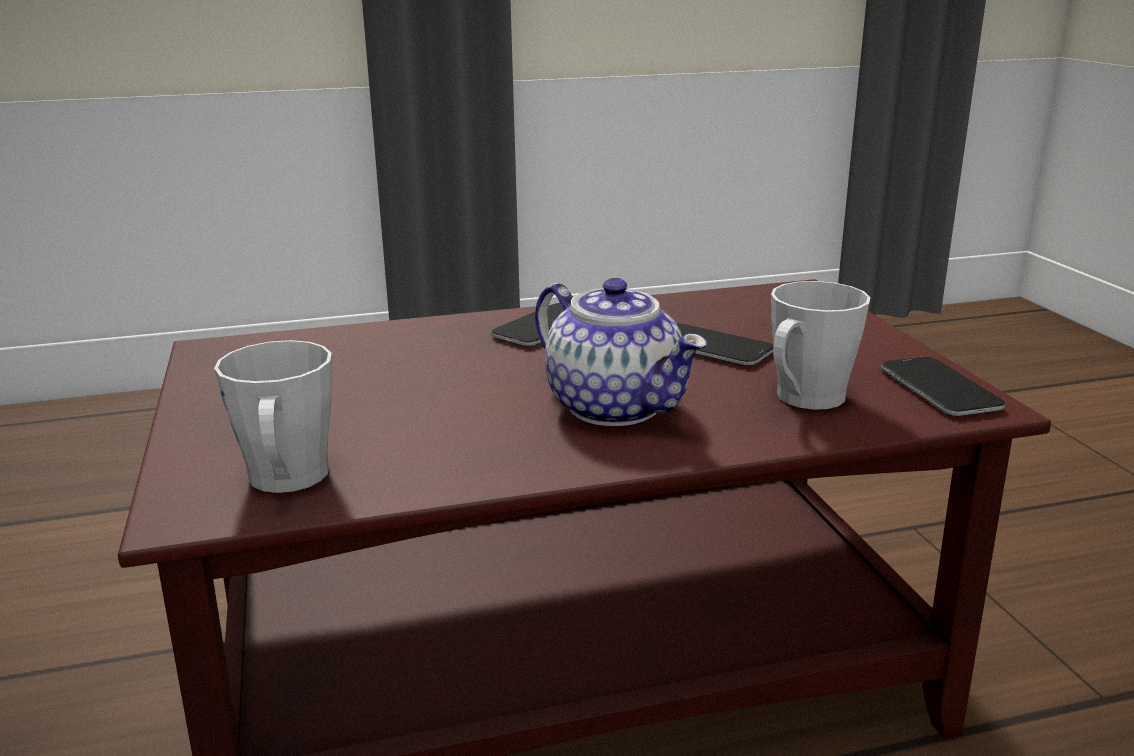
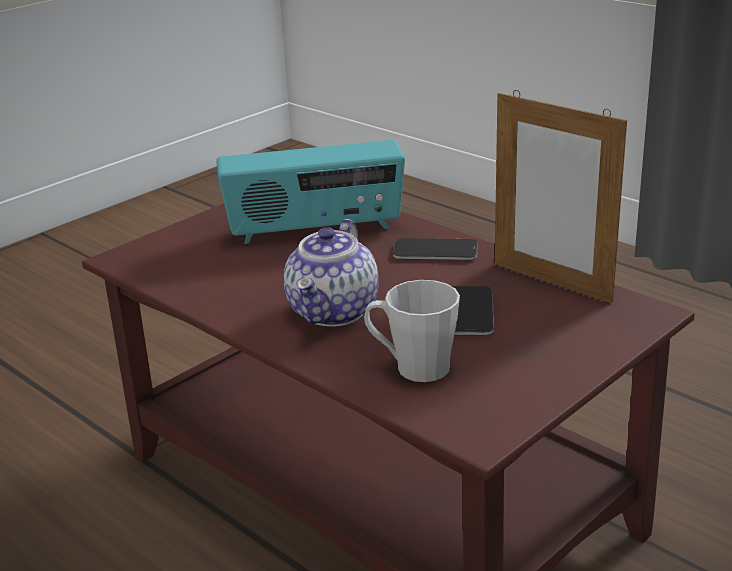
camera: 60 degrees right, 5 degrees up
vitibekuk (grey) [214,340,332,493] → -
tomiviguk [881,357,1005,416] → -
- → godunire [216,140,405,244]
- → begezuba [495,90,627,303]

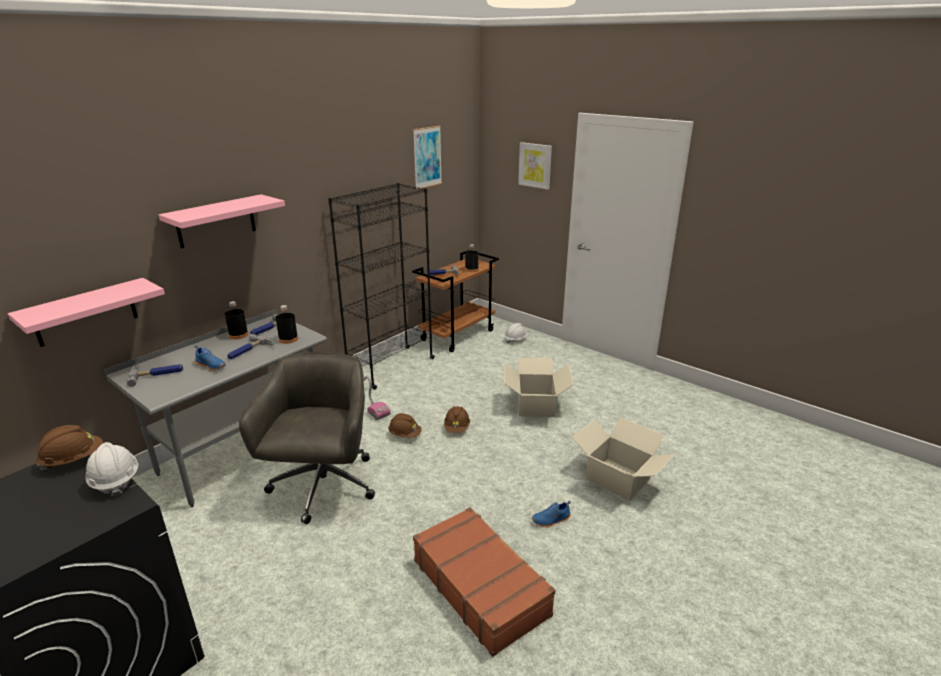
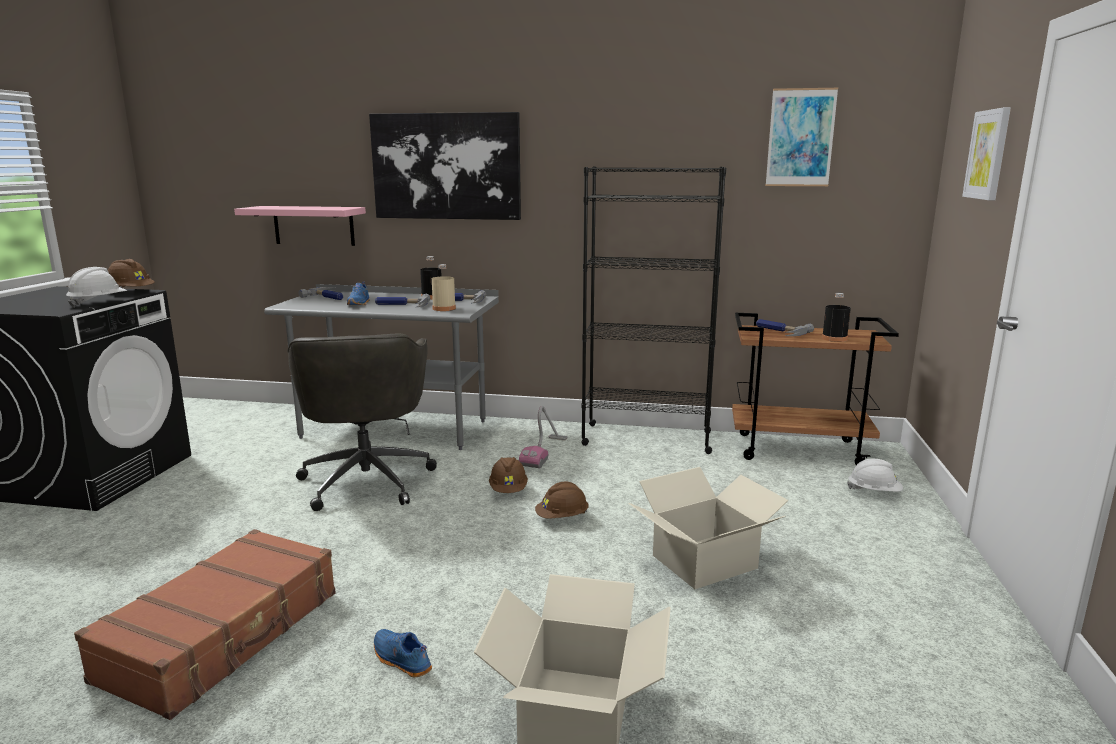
camera: 60 degrees right, 10 degrees down
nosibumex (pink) [159,194,285,249] → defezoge [369,112,521,220]
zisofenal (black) [275,305,298,344] → zisofenal (beige) [432,264,456,311]
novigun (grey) [239,352,375,524] → novigun (grey) [288,333,437,511], 105 degrees clockwise

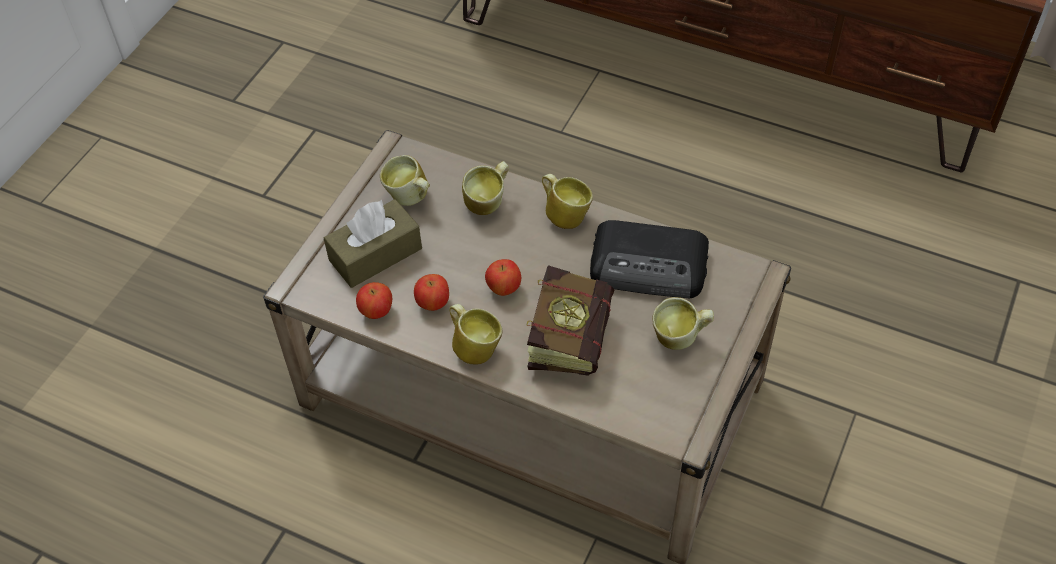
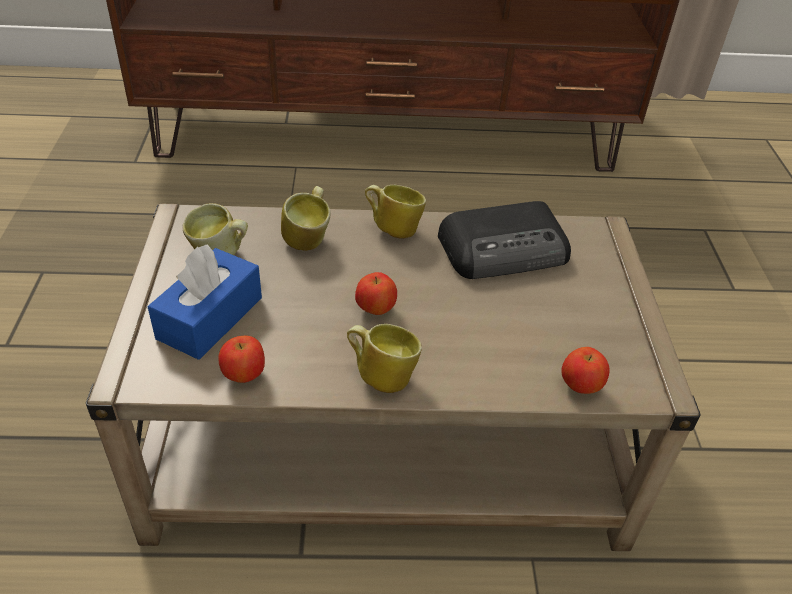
camera: 30 degrees left, 10 degrees down
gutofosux [526,265,615,376] → -
vitibekuk [653,297,714,350] → -
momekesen [414,274,449,311] → momekesen [561,347,610,394], moved
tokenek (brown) [324,199,422,288] → tokenek (blue) [148,245,262,360]

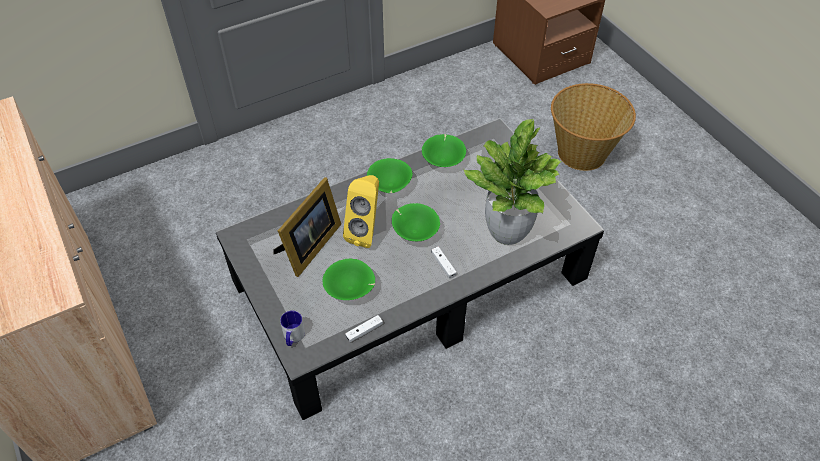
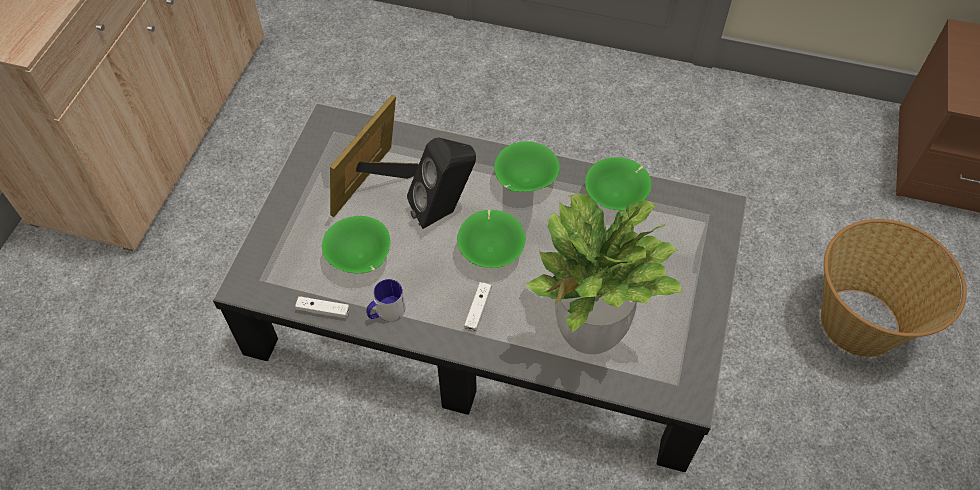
camera: 45 degrees right, 5 degrees up
vitibekuk [280,311,305,346] → vitibekuk [366,279,405,321], moved
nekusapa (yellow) [343,175,379,248] → nekusapa (black) [407,138,476,229]
begezuba [273,177,341,277] → begezuba [330,95,418,217], 135 degrees clockwise

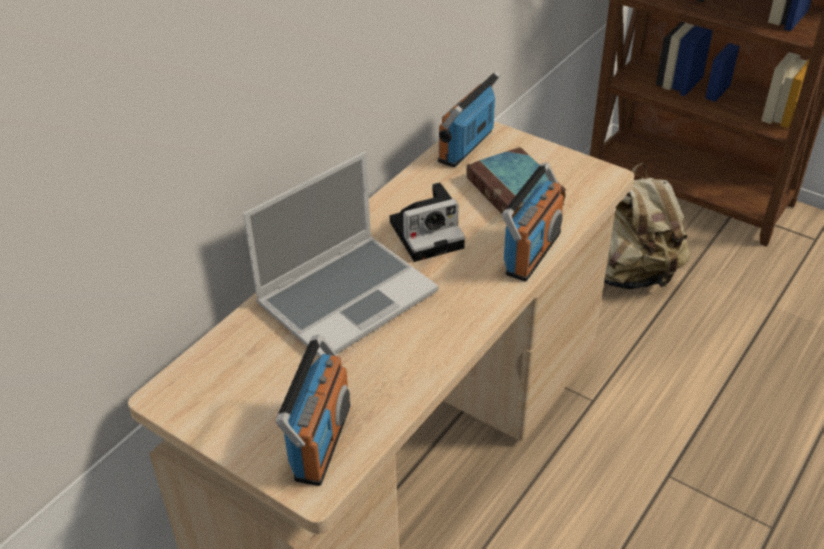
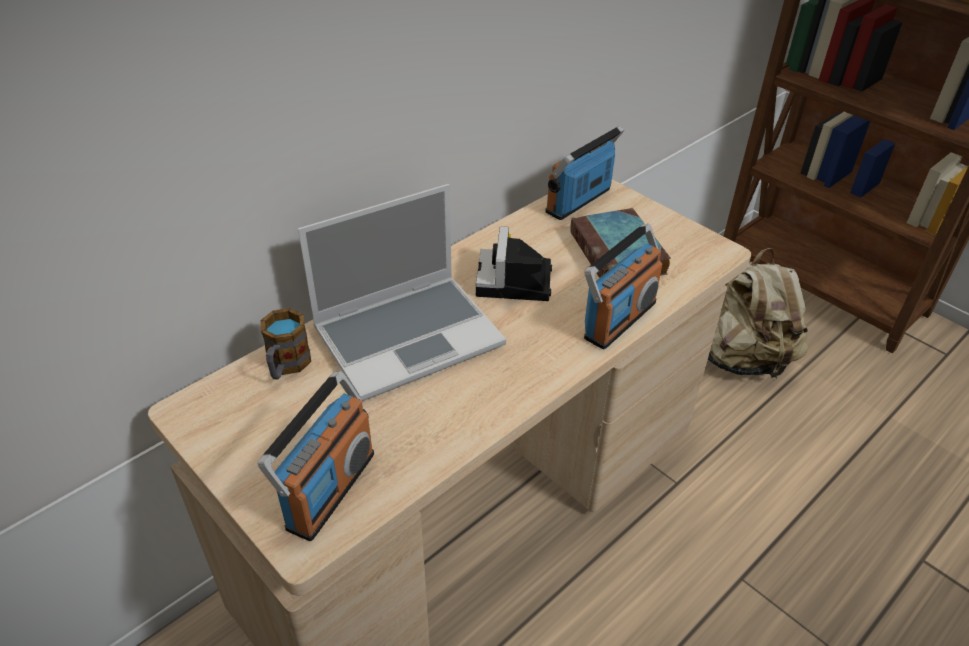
camera: 10 degrees right, 0 degrees up
- → vitibekuk [260,308,311,380]
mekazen [390,182,465,262] → mekazen [476,227,552,301], 105 degrees clockwise

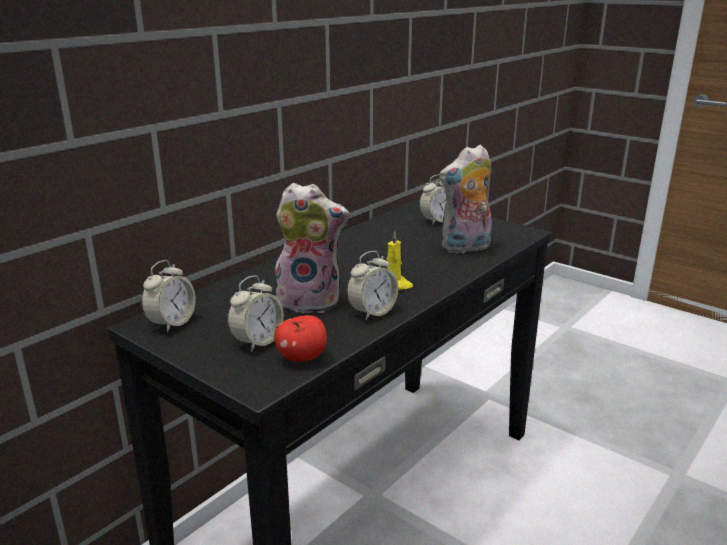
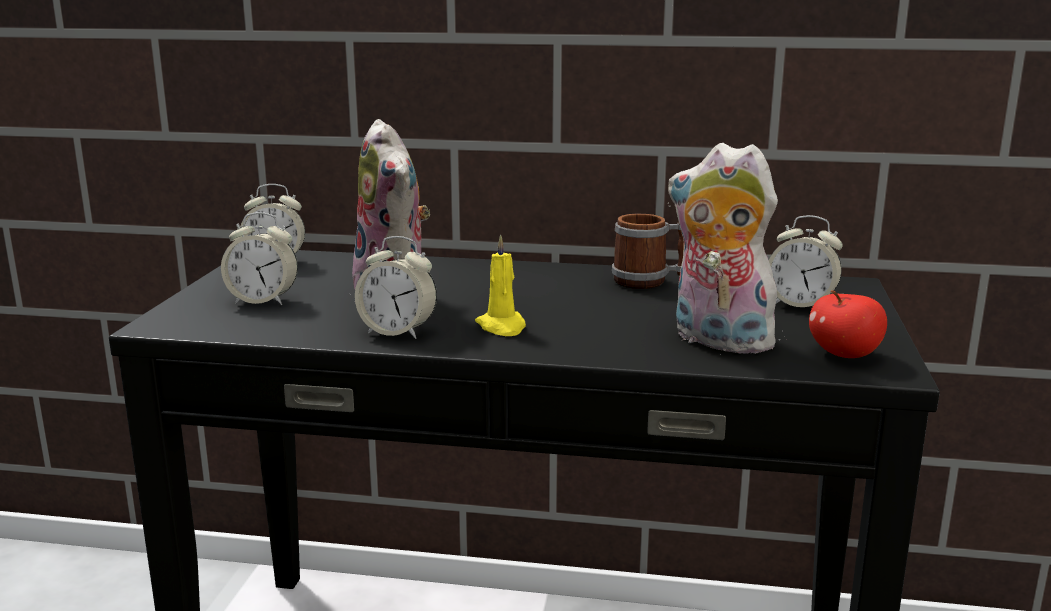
camera: 60 degrees right, 5 degrees down
- → vitibekuk [612,214,684,289]
momekesen [274,315,327,362] → momekesen [809,290,887,358], moved

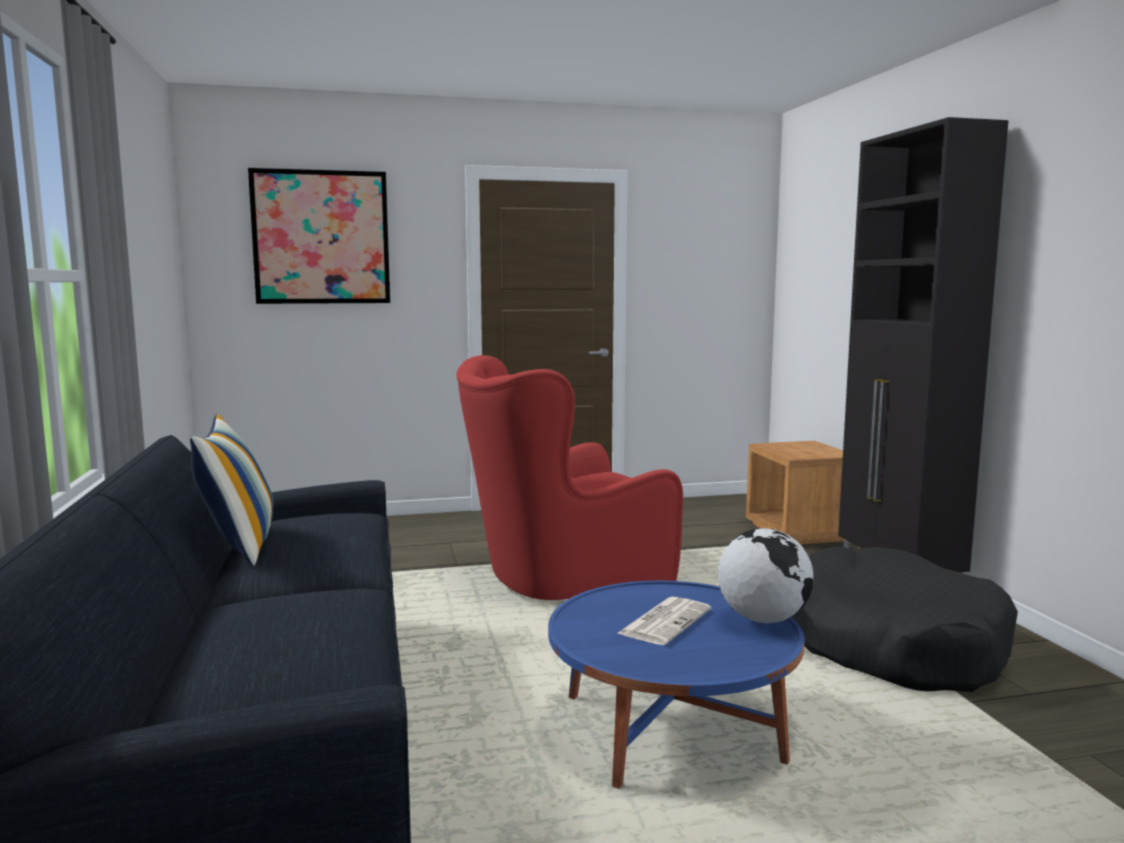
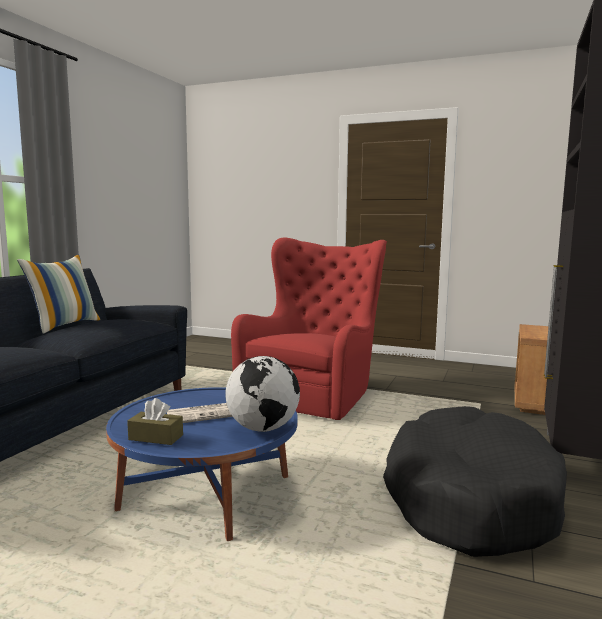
camera: 35 degrees right, 0 degrees up
defezoge [248,168,390,304] → -
- → tokenek (brown) [127,398,183,445]
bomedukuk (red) [457,355,683,600] → bomedukuk (red) [231,238,387,420], 105 degrees clockwise

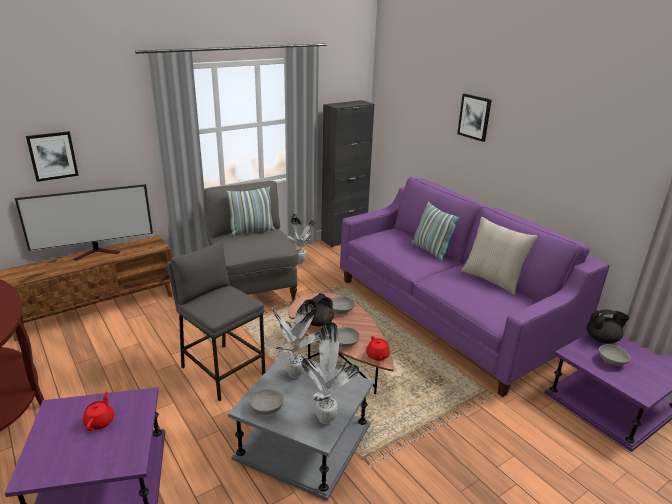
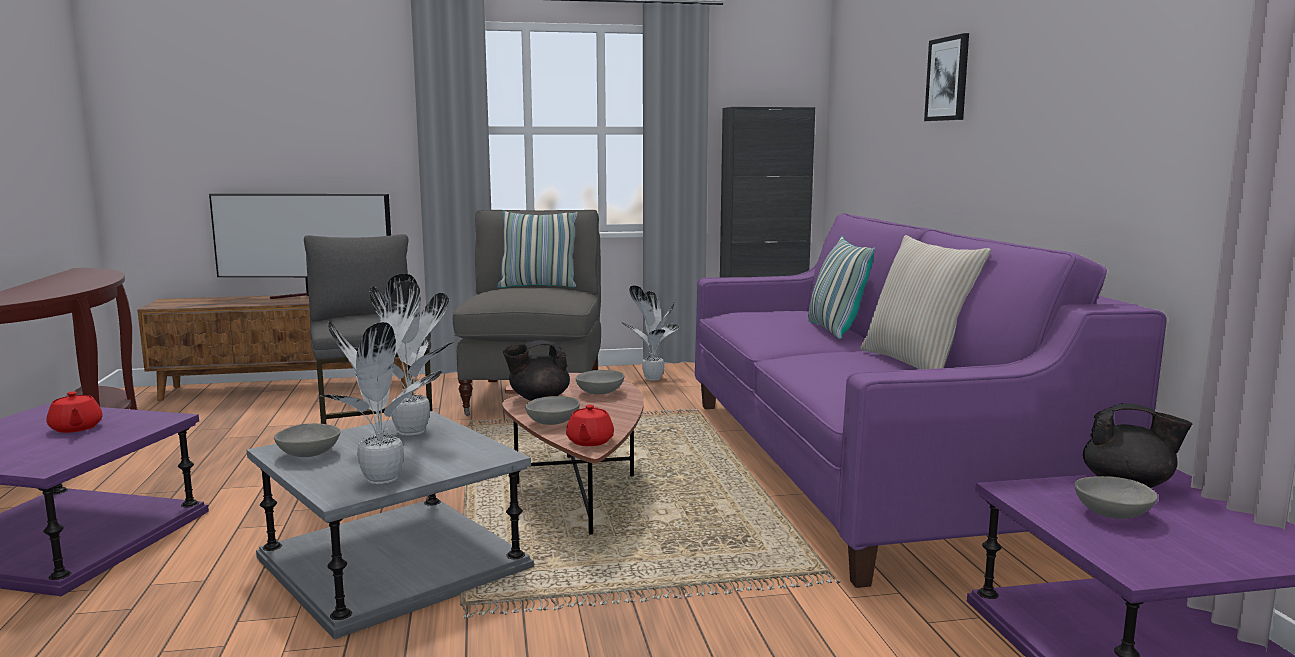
camera: 25 degrees right, 15 degrees down
defezoge [26,131,79,182] → -
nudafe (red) [83,391,114,431] → nudafe (red) [46,391,103,433], 120 degrees clockwise

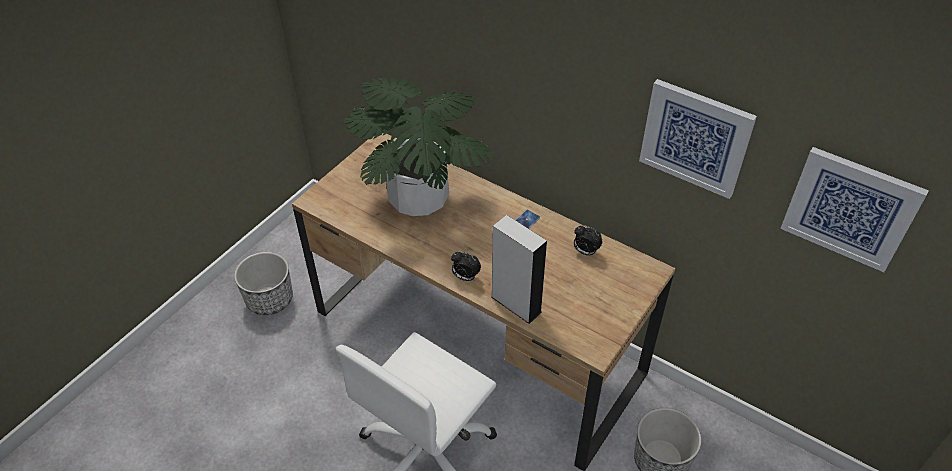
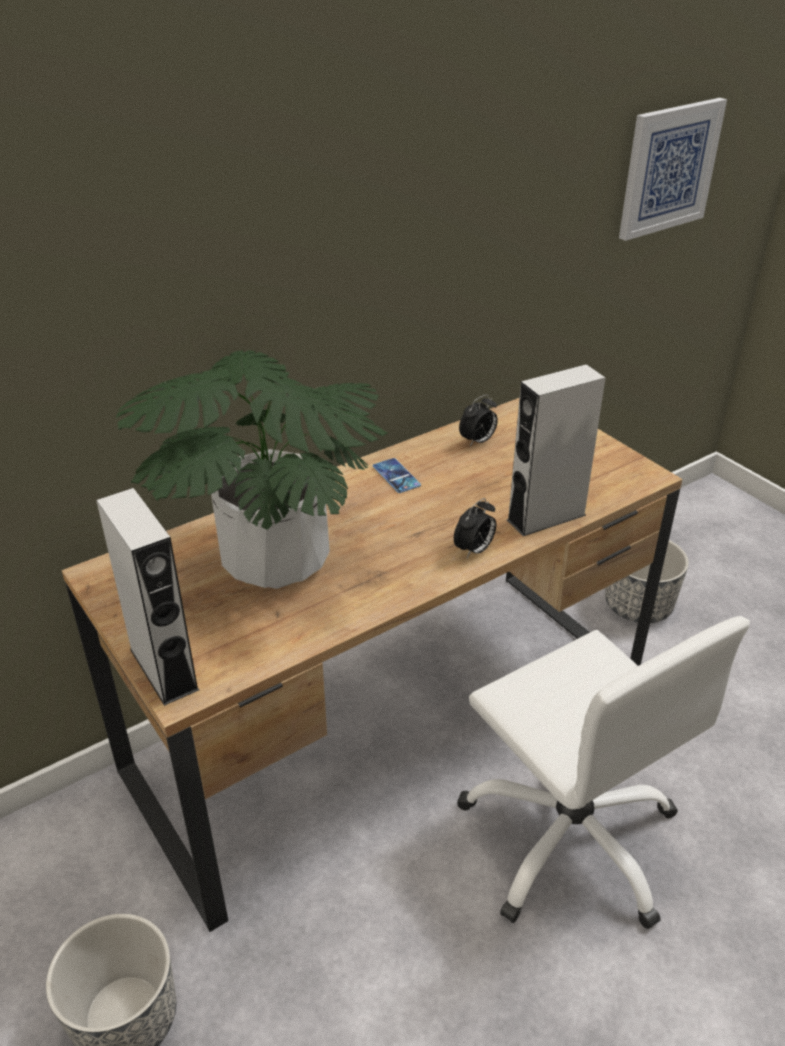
camera: 70 degrees left, 10 degrees down
defezoge [639,79,757,199] → -
- → nekusapa (grey) [96,488,199,706]

